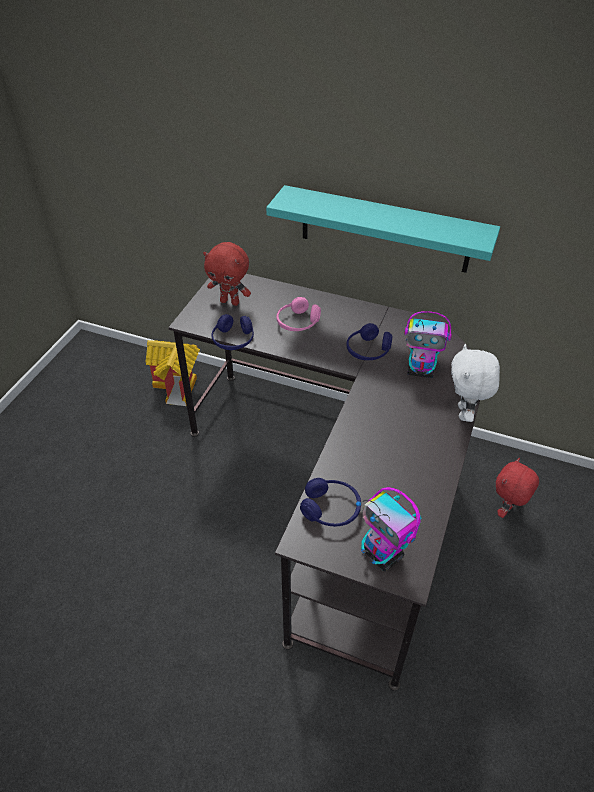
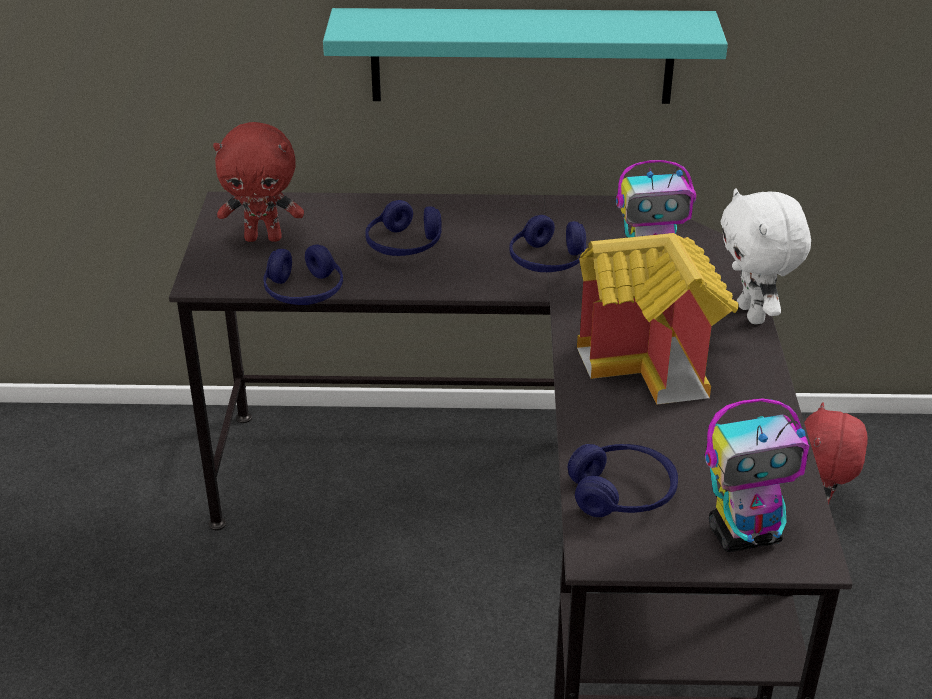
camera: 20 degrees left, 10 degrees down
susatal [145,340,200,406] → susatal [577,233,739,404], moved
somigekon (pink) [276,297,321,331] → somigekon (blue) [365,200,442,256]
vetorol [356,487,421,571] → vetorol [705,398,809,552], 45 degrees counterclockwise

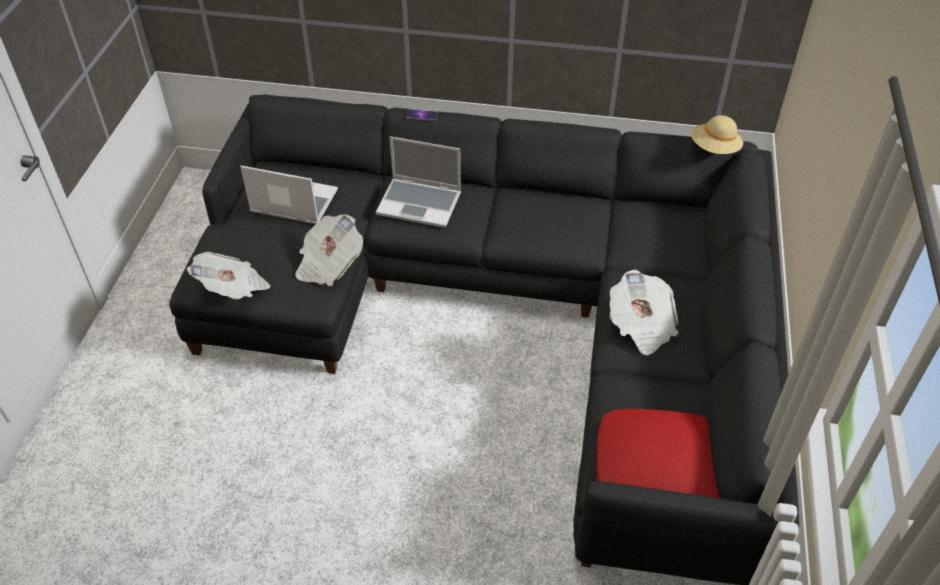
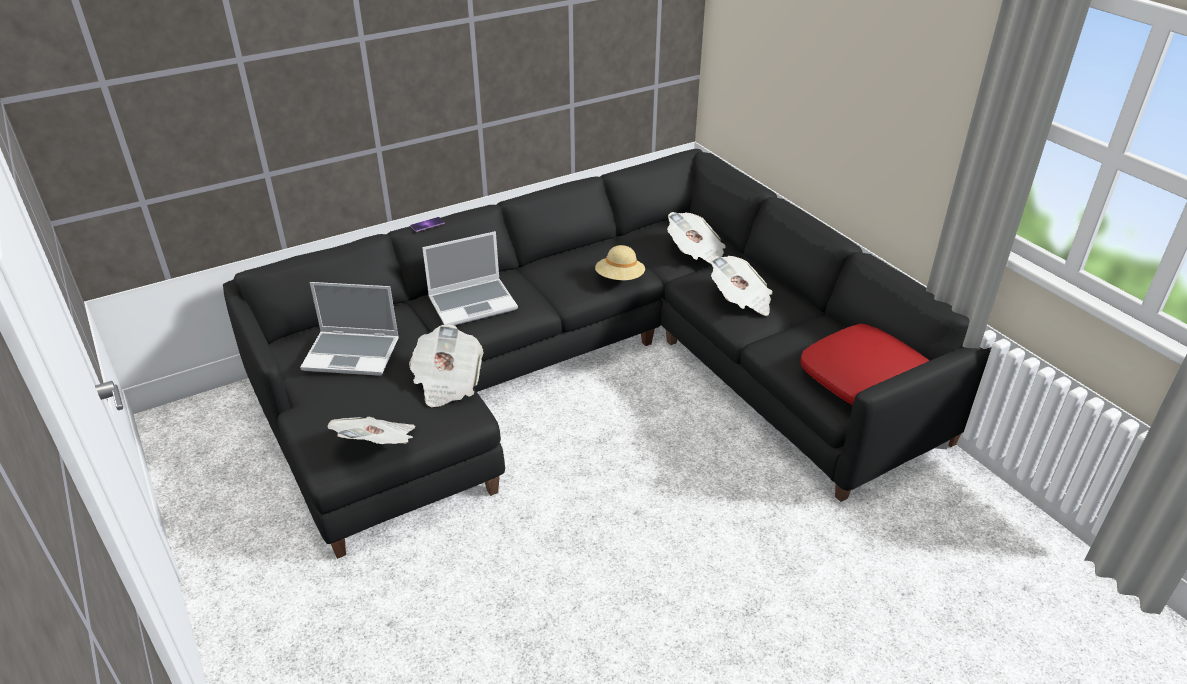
camera: 40 degrees left, 10 degrees down
- → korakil [667,212,726,264]
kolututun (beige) [691,115,743,154] → kolututun (beige) [595,245,645,280], moved
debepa [240,166,338,224] → debepa [300,282,399,376], 150 degrees counterclockwise

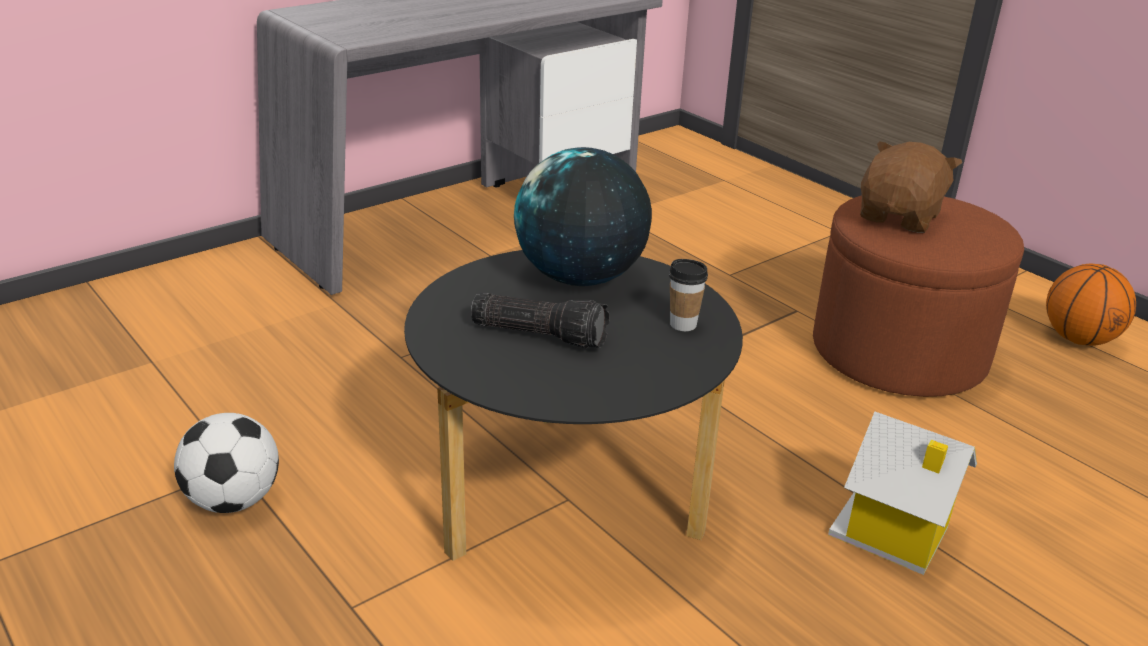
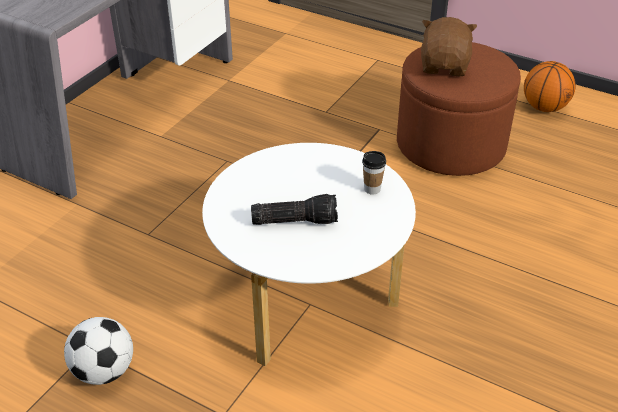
camera: 20 degrees left, 10 degrees up
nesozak [514,147,652,286] → -
susatal [828,412,977,575] → -
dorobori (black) [404,250,743,561] → dorobori (white) [202,143,416,366]

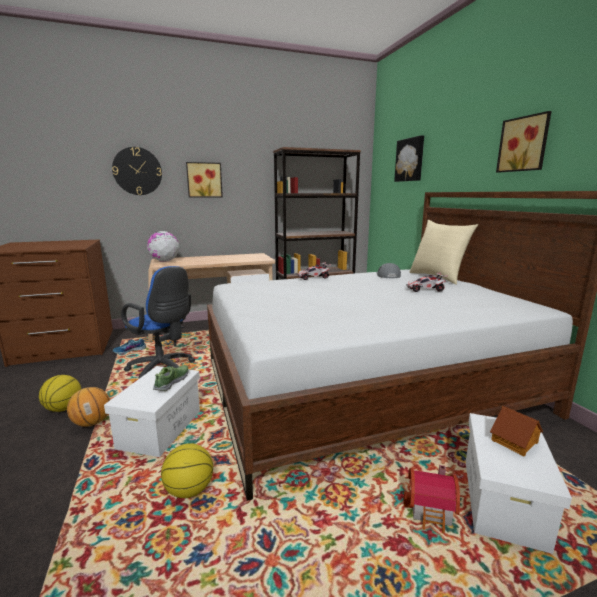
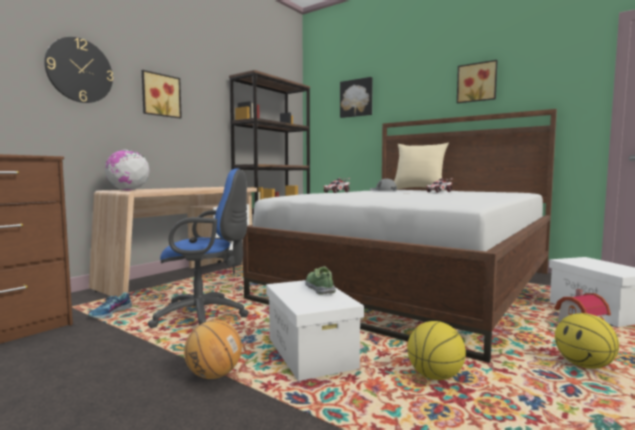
camera: 35 degrees left, 10 degrees down
susatal [490,406,543,456] → -
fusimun [39,375,81,412] → fusimun [555,313,619,369], moved

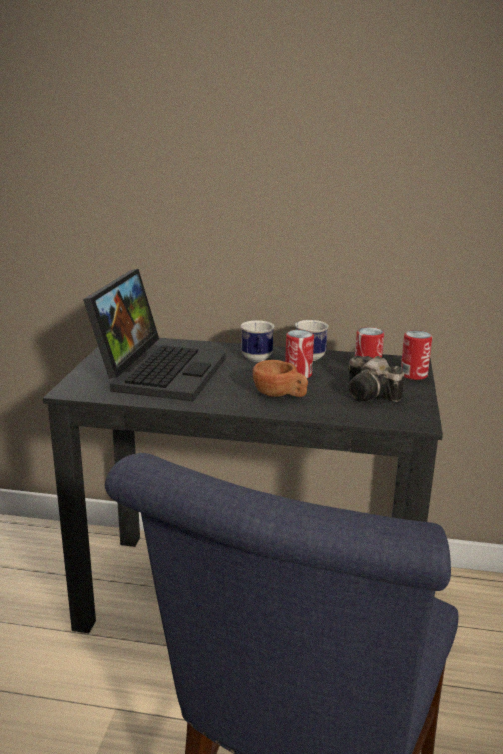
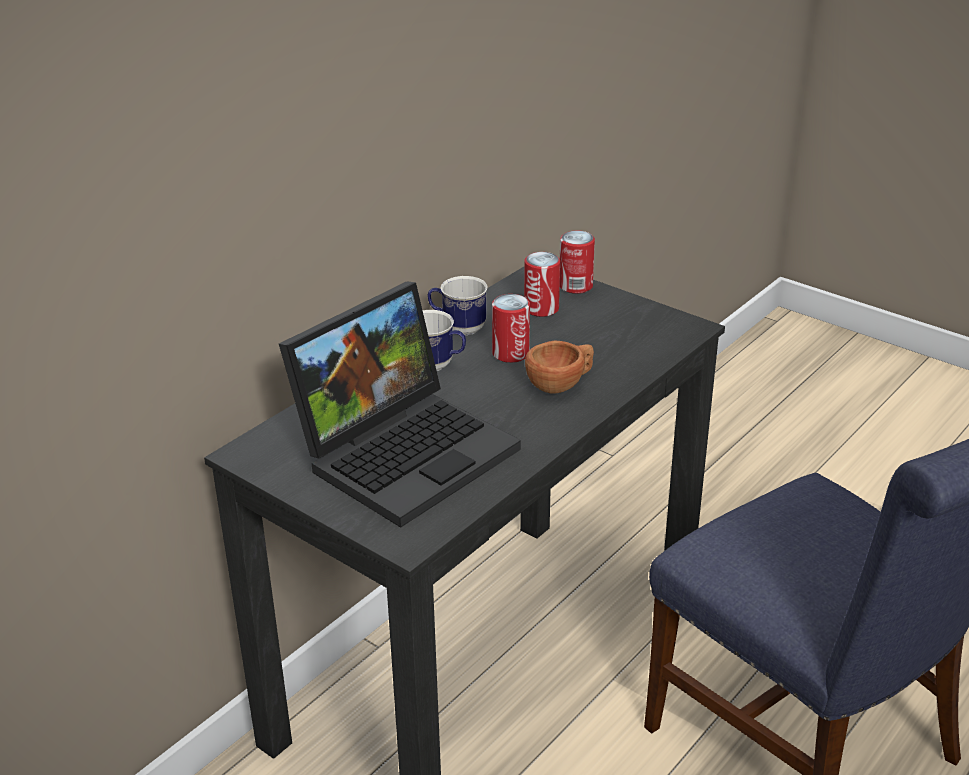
camera: 60 degrees left, 10 degrees up
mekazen [348,356,404,402] → -
debepa [83,269,225,401] → debepa [279,281,521,528], 90 degrees clockwise

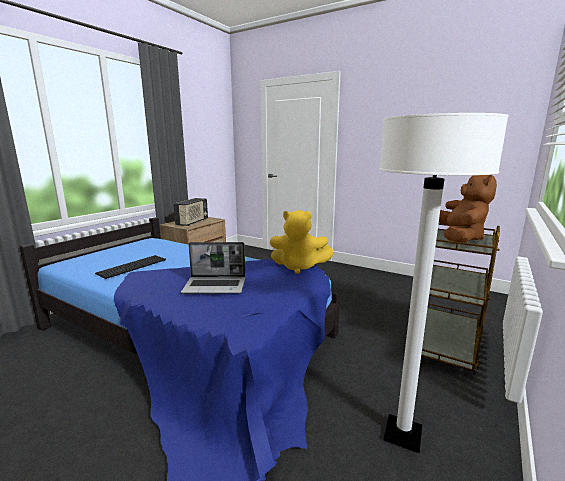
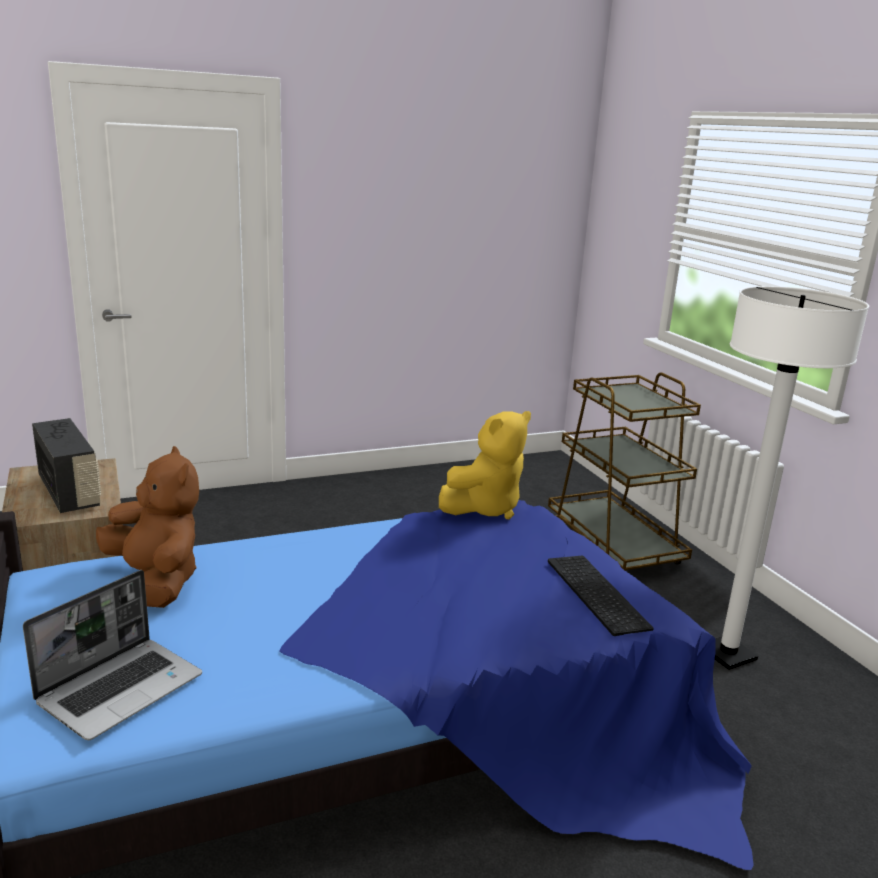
camera: 55 degrees left, 5 degrees up
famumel [95,255,166,279] → famumel [548,556,654,636], moved
debepa [181,242,245,293] → debepa [23,570,202,740], moved
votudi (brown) [439,175,497,243] → votudi (brown) [96,446,199,608], moved

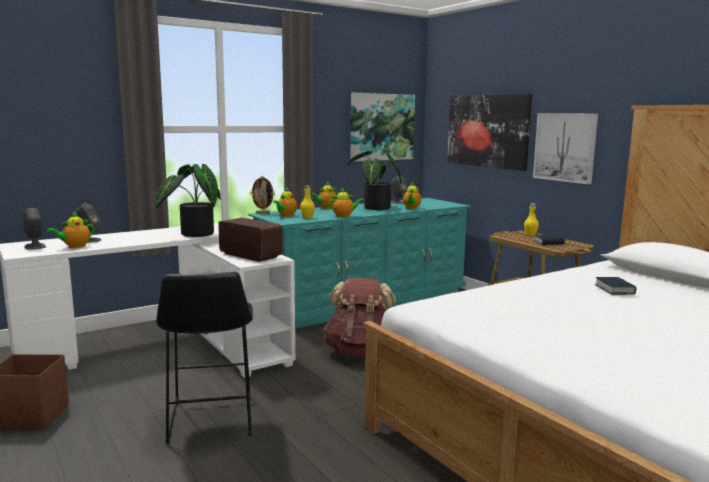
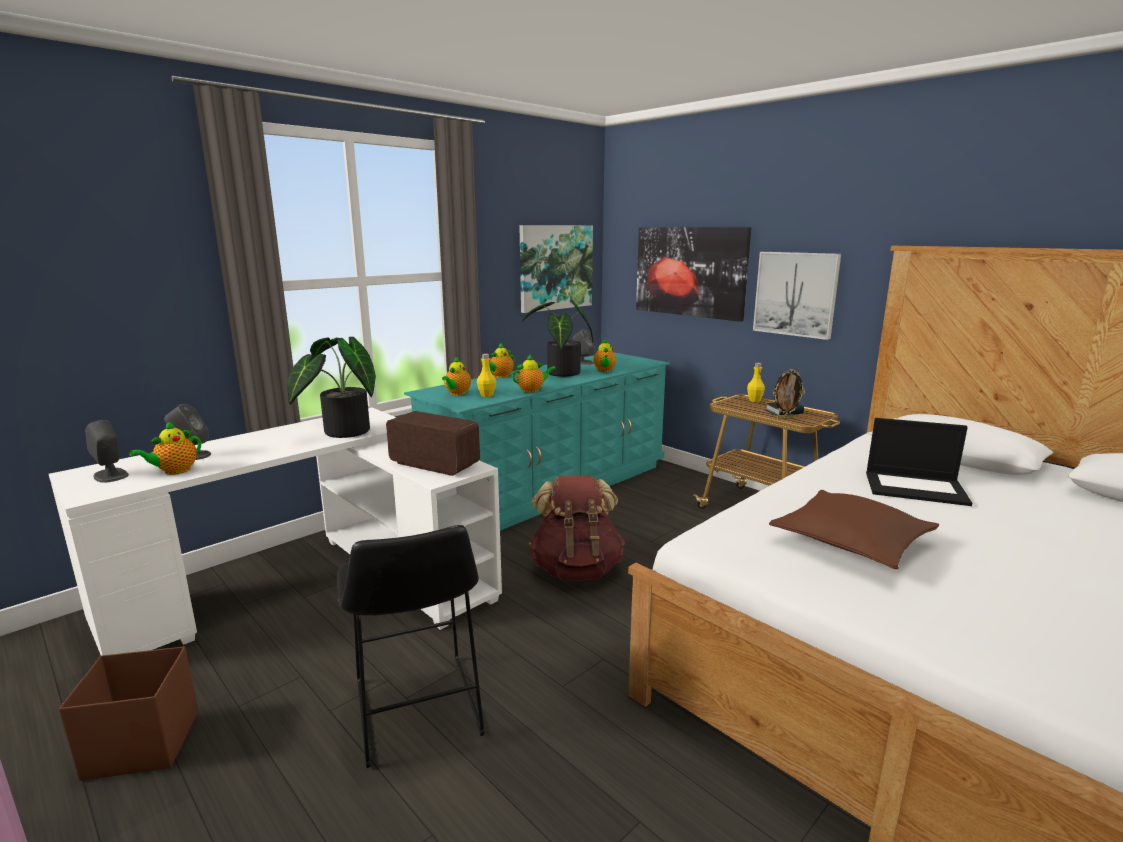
camera: 10 degrees left, 5 degrees up
- → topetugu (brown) [769,490,939,569]
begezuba [250,176,275,214] → begezuba [773,369,805,419], moved
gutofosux [595,277,636,295] → debepa [866,418,972,506]

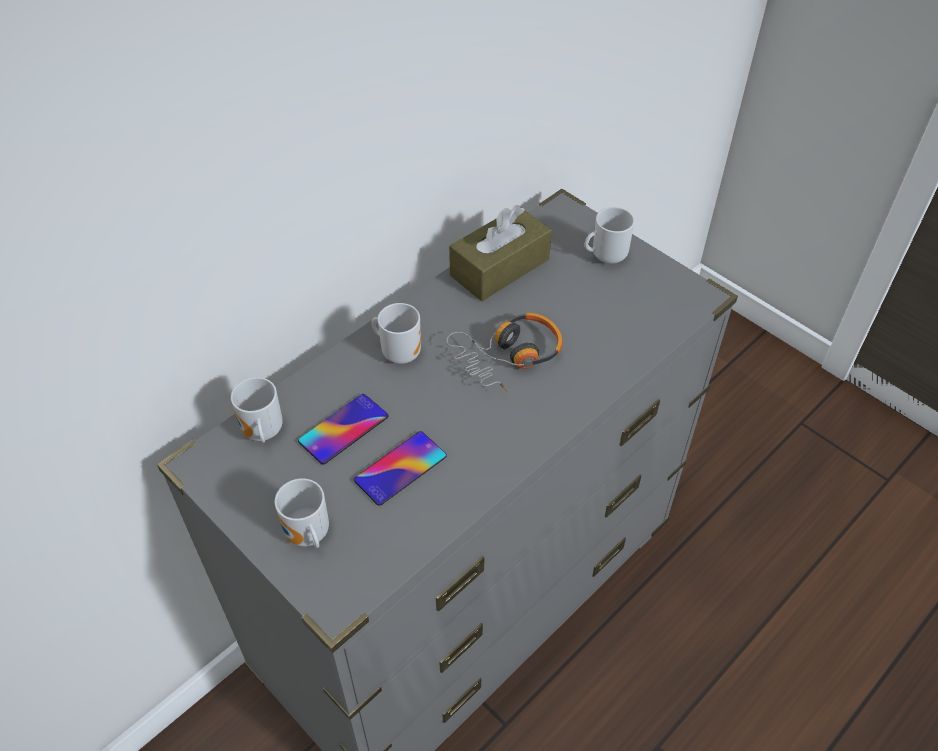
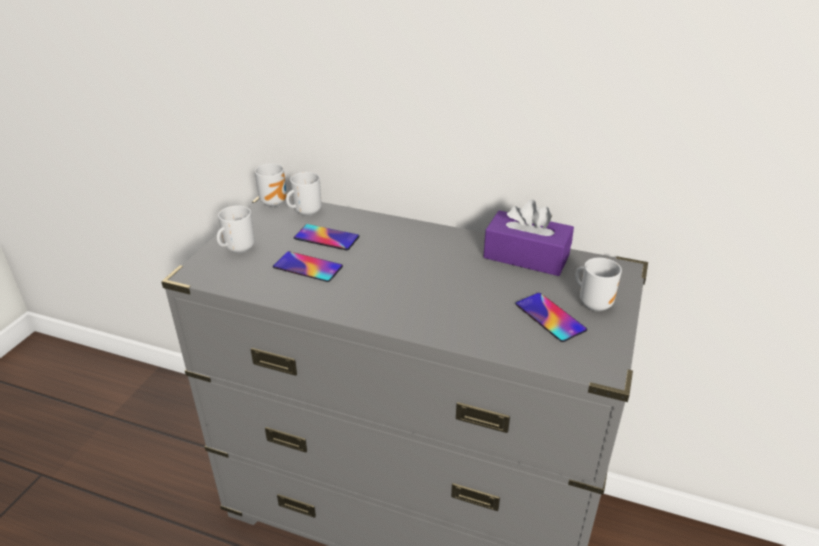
camera: 65 degrees right, 15 degrees down
somigekon [446,313,563,392] → -
- → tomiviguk [515,293,587,342]
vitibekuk [371,303,421,364] → vitibekuk [255,163,286,207], moved
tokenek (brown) [449,205,552,301] → tokenek (purple) [483,199,574,276]

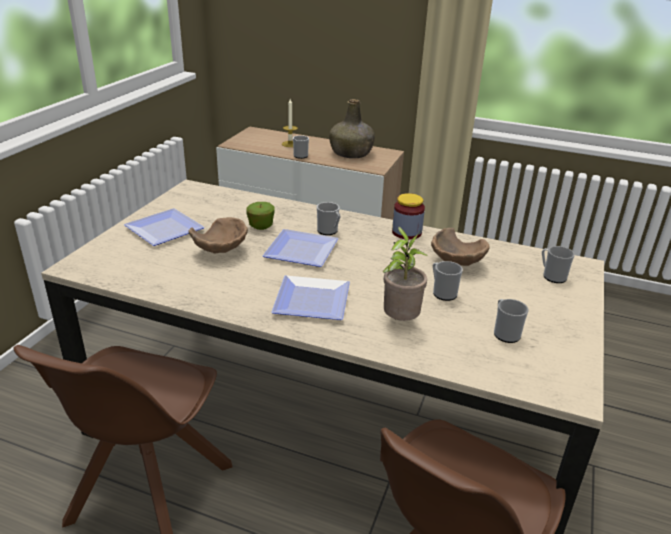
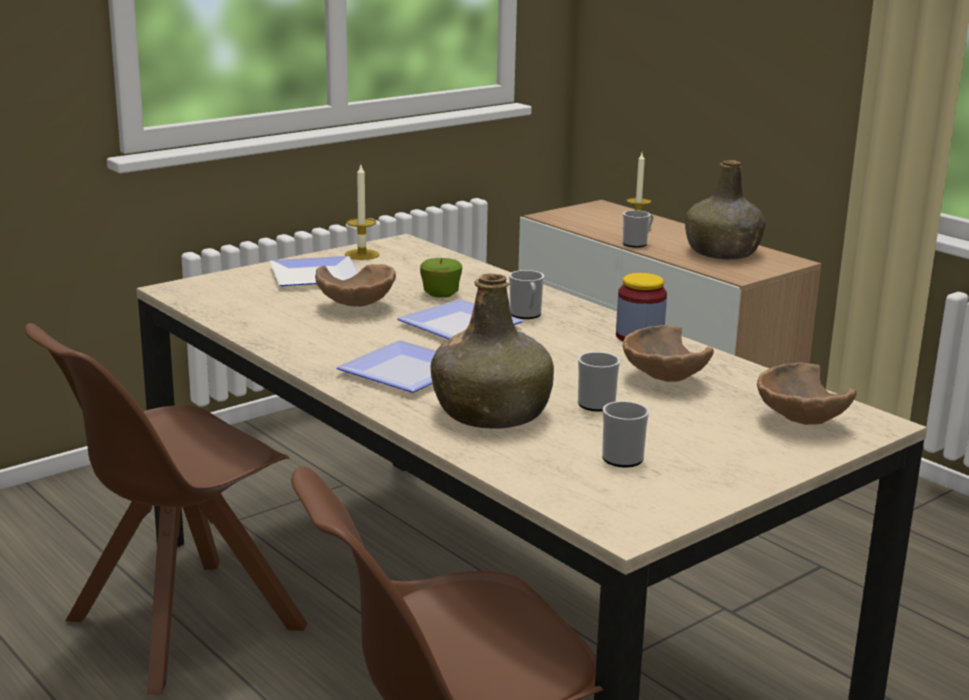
camera: 30 degrees right, 10 degrees down
- → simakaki [345,165,379,260]
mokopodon [382,227,427,321] → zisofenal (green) [431,274,554,428]
vitibekuk [542,246,575,283] → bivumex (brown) [757,363,857,425]

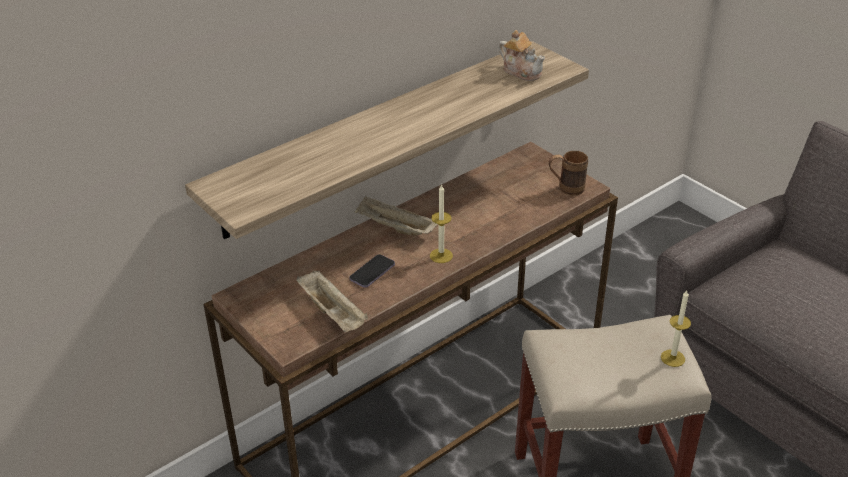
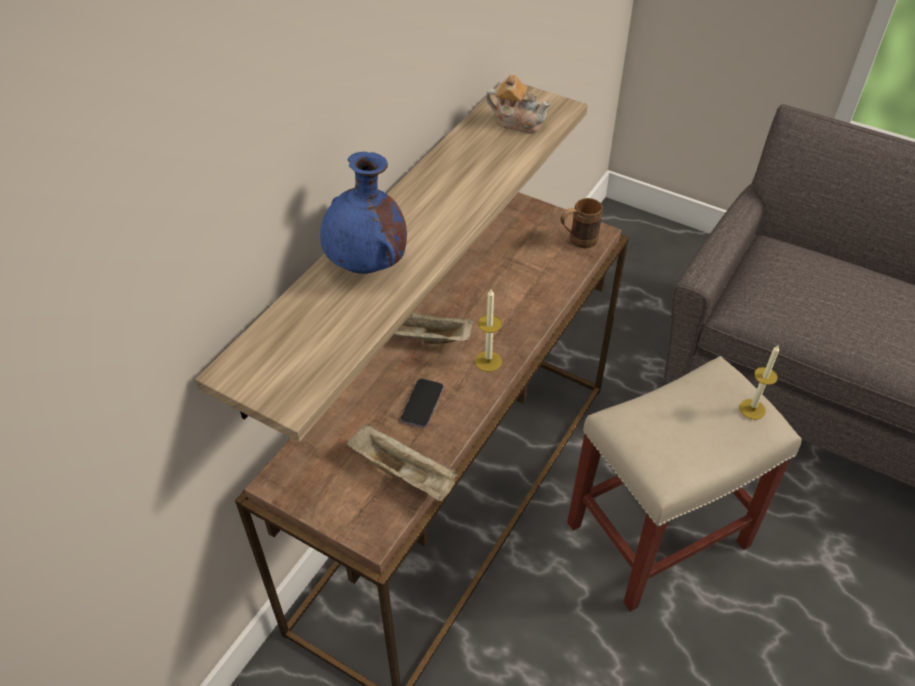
camera: 20 degrees left, 10 degrees up
- → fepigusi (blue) [320,152,407,274]

